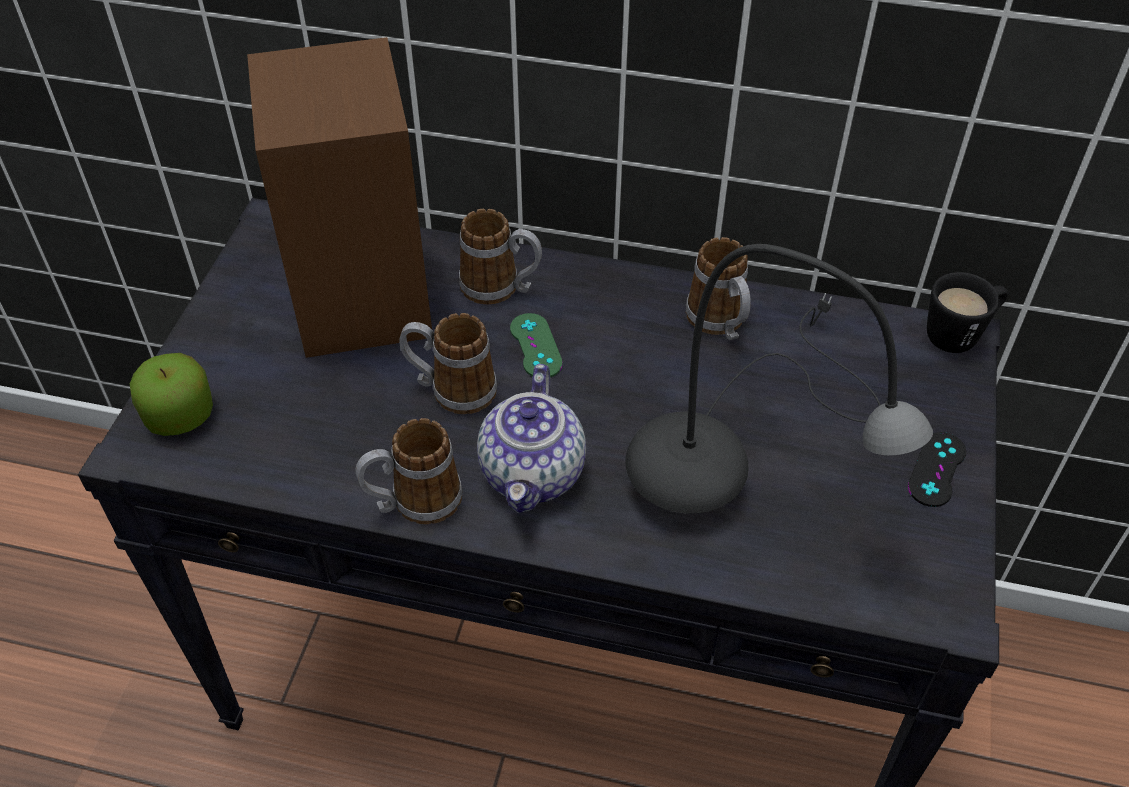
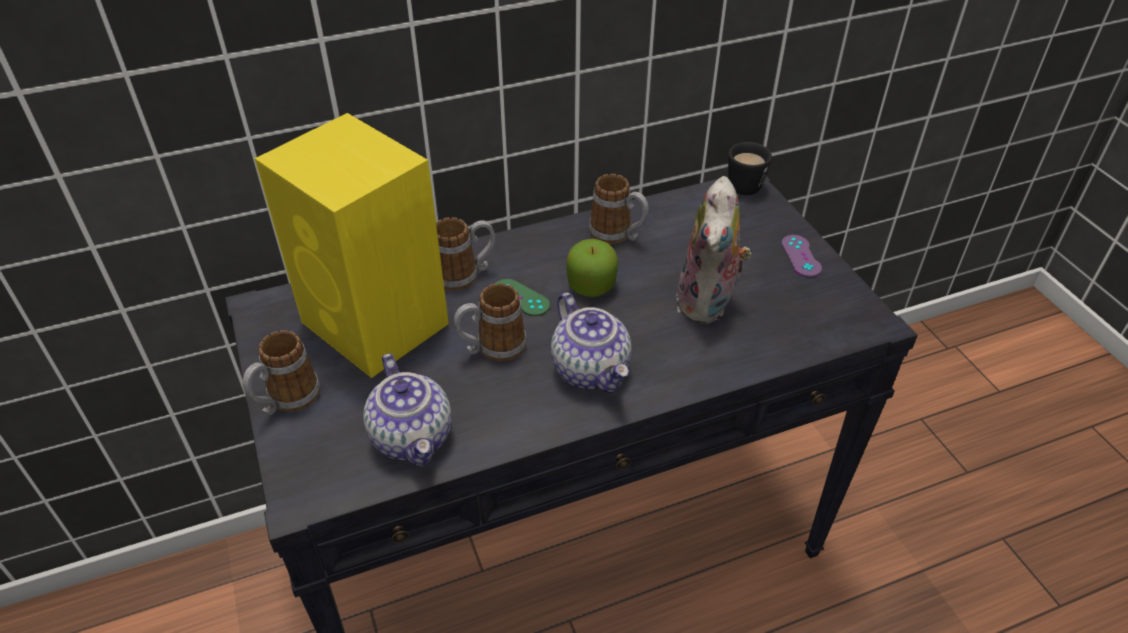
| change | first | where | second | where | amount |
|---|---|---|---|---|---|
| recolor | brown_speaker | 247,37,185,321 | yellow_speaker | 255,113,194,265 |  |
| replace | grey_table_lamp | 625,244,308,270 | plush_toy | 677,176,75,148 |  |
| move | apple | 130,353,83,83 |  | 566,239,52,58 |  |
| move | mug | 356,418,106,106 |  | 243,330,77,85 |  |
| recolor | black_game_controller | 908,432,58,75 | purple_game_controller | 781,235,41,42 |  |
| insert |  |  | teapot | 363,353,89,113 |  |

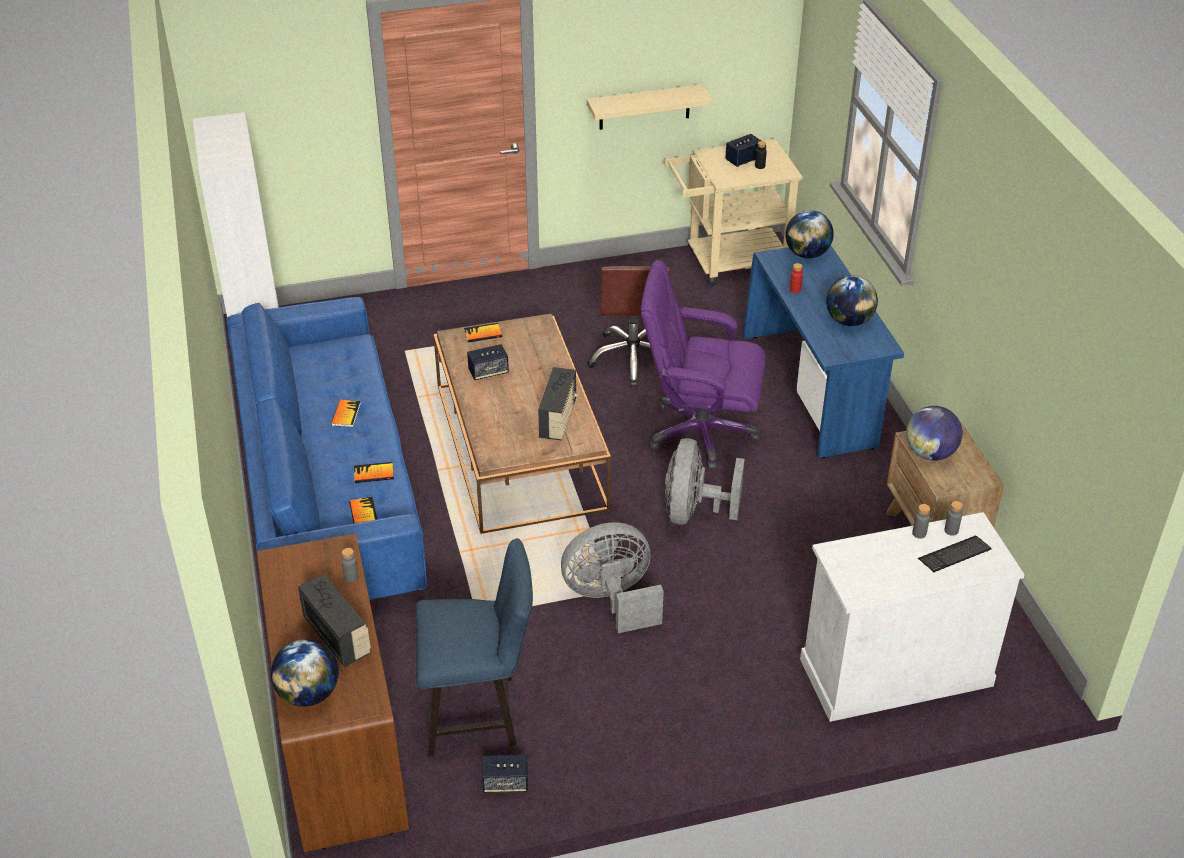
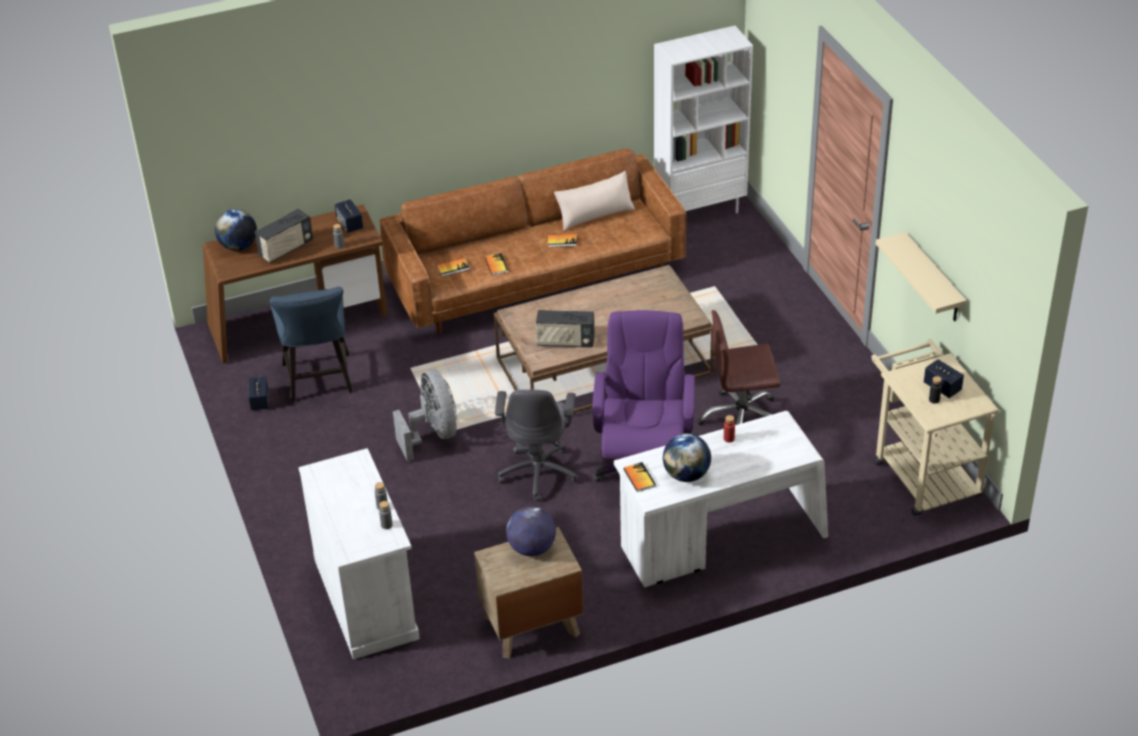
| change | first | where | second | where | amount |
|---|---|---|---|---|---|
| delete | globe | 785,210,49,48 |  |  |  |
| recolor | blue_desk | 742,246,162,212 | white_desk | 614,411,214,176 |  |
| recolor | blue_sofa | 227,297,200,303 | brown_sofa | 379,149,307,185 |  |
| move | book | 464,323,38,19 |  | 623,462,33,30 |  |
| move | speaker | 467,344,42,36 |  | 335,199,28,34 |  |
| replace | grey_fan | 665,438,80,87 | grey_office_chair | 495,389,84,113 |  |
| delete | keyboard | 918,535,74,38 |  |  |  |
| insert |  |  | beige_pillow | 554,171,81,60 |  |

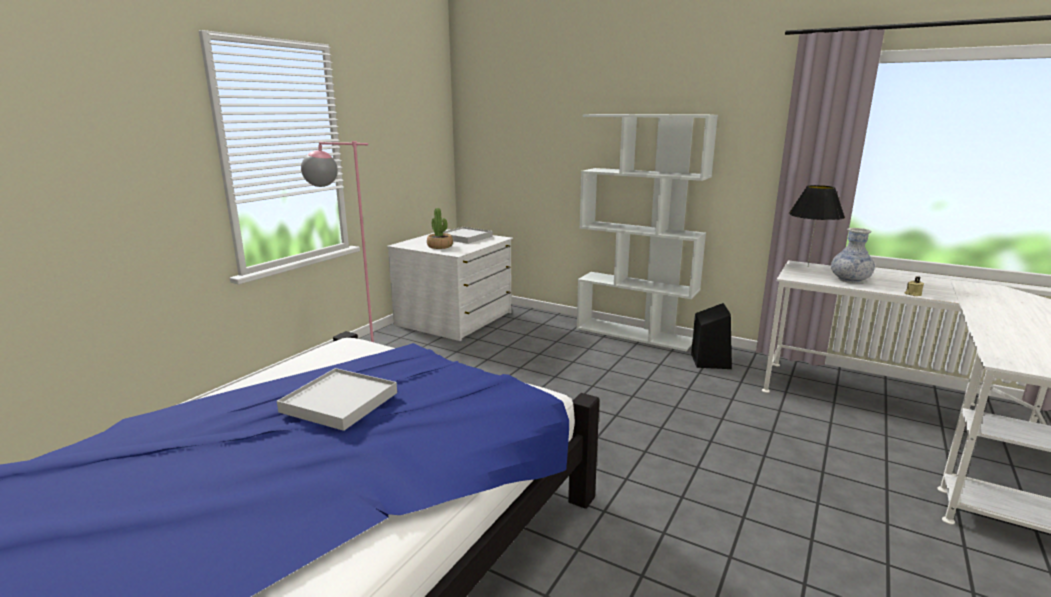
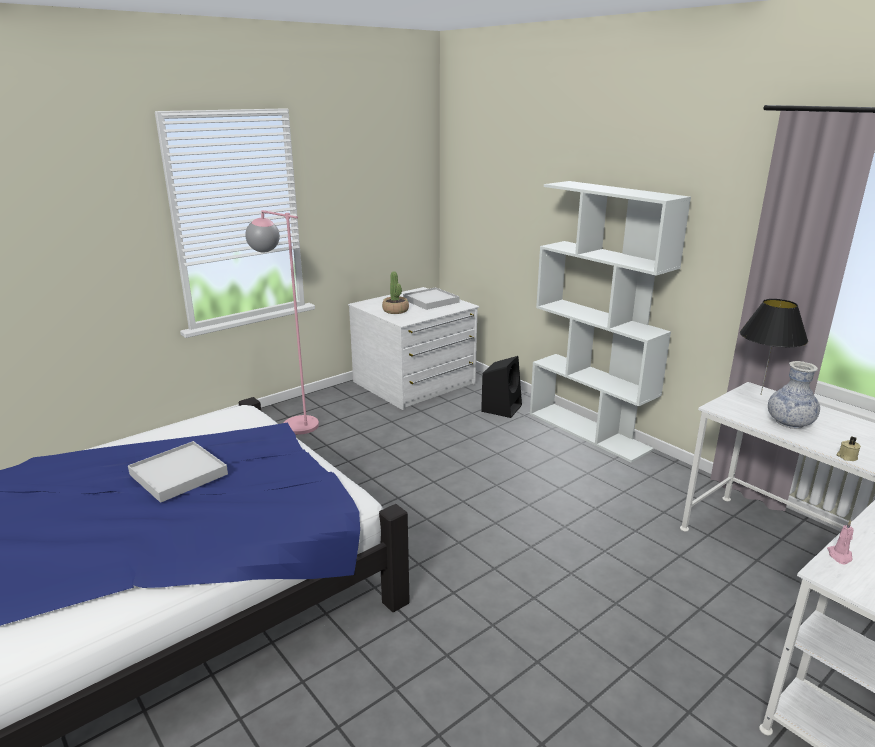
| change | first | where | second | where | amount |
|---|---|---|---|---|---|
| move | black_speaker | 691,303,41,66 |  | 481,356,41,62 |  |
| insert |  |  | pink_candle | 827,519,26,45 |  |

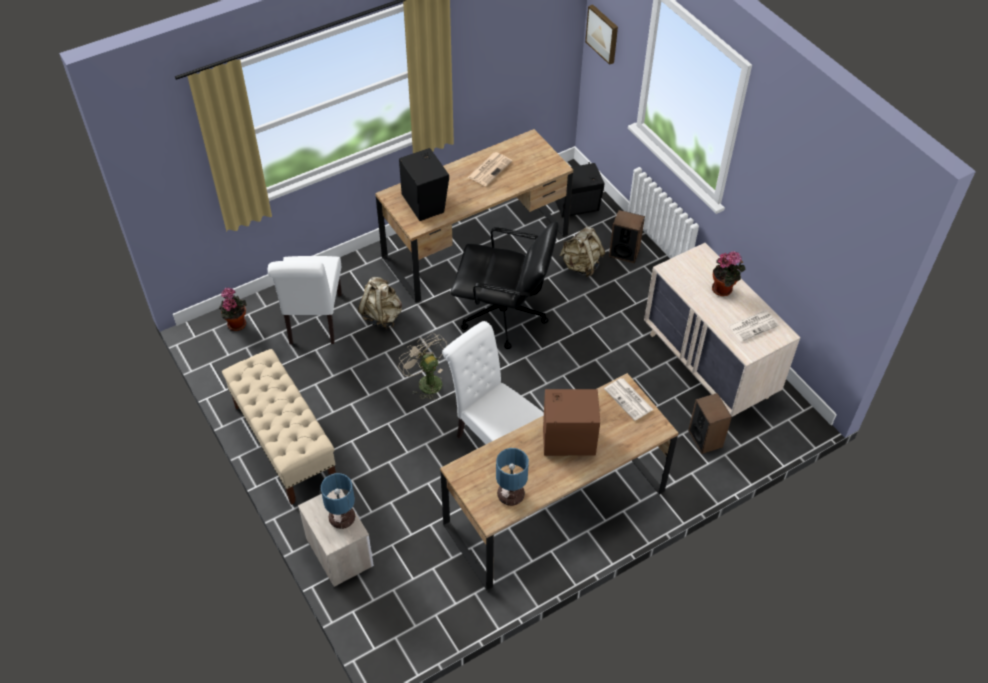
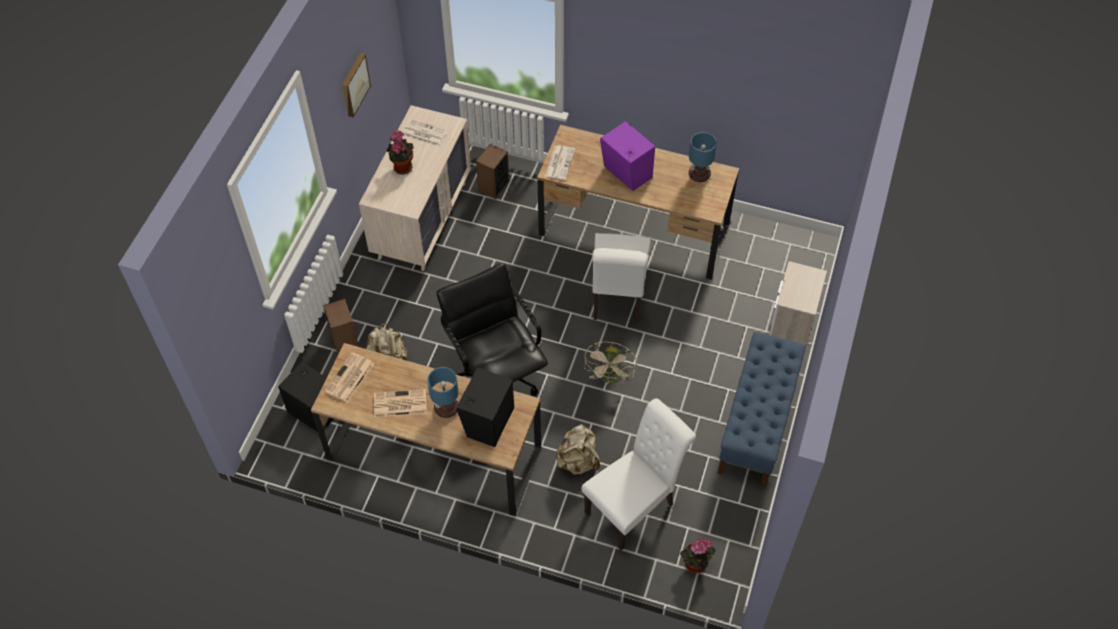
| change | first | where | second | where | amount |
|---|---|---|---|---|---|
| move | picture | 585,4,33,61 |  | 342,53,29,65 |  |
| recolor | beige_bench | 222,349,114,156 | blue_bench | 717,332,89,155 |  |
| recolor | brown_speaker | 543,389,57,67 | purple_speaker | 600,121,55,70 |  |
| move | table_lamp | 321,473,34,56 |  | 427,367,32,51 |  |
| insert |  |  | newspaper | 324,352,50,51 |  |

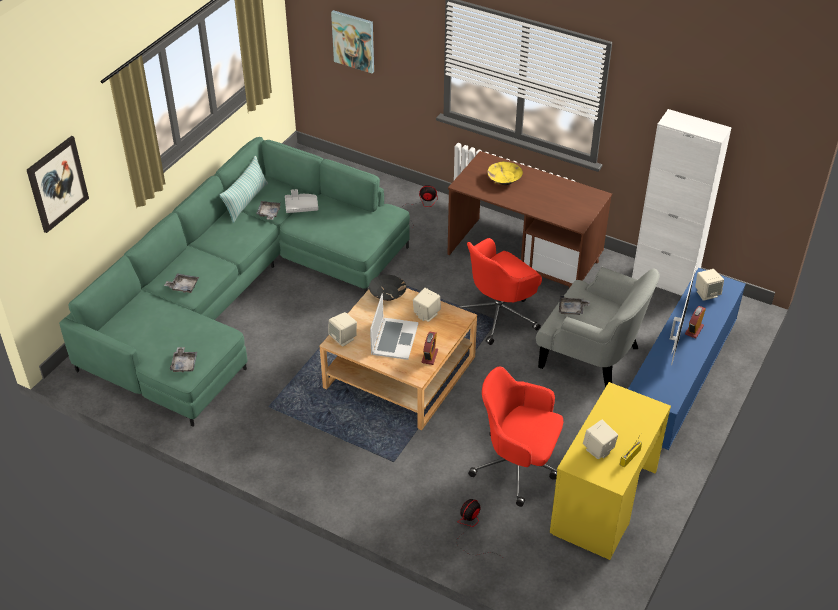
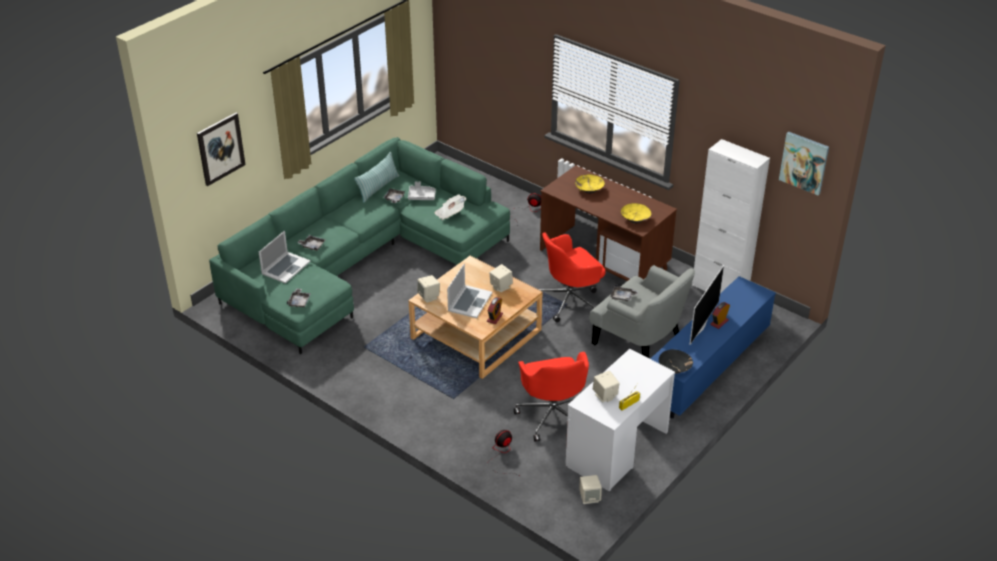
| change | first | where | second | where | amount |
|---|---|---|---|---|---|
| move | picture | 331,10,43,63 |  | 779,131,50,65 |  |
| move | beige_speaker | 695,269,29,32 |  | 579,475,23,29 |  |
| move | black_bowl | 369,275,38,26 |  | 659,349,34,25 |  |
| rotate | red_office_chair | 468,367,95,140 |  | 514,352,75,89 | 135 degrees counterclockwise |
| recolor | yellow_desk | 550,382,121,178 | white_desk | 565,349,110,143 |  |
| insert |  |  | newspaper | 435,194,31,26 |  |
| insert |  |  | yellow_bowl | 621,203,30,20 |  |
| insert |  |  | laptop | 259,231,52,53 |  |

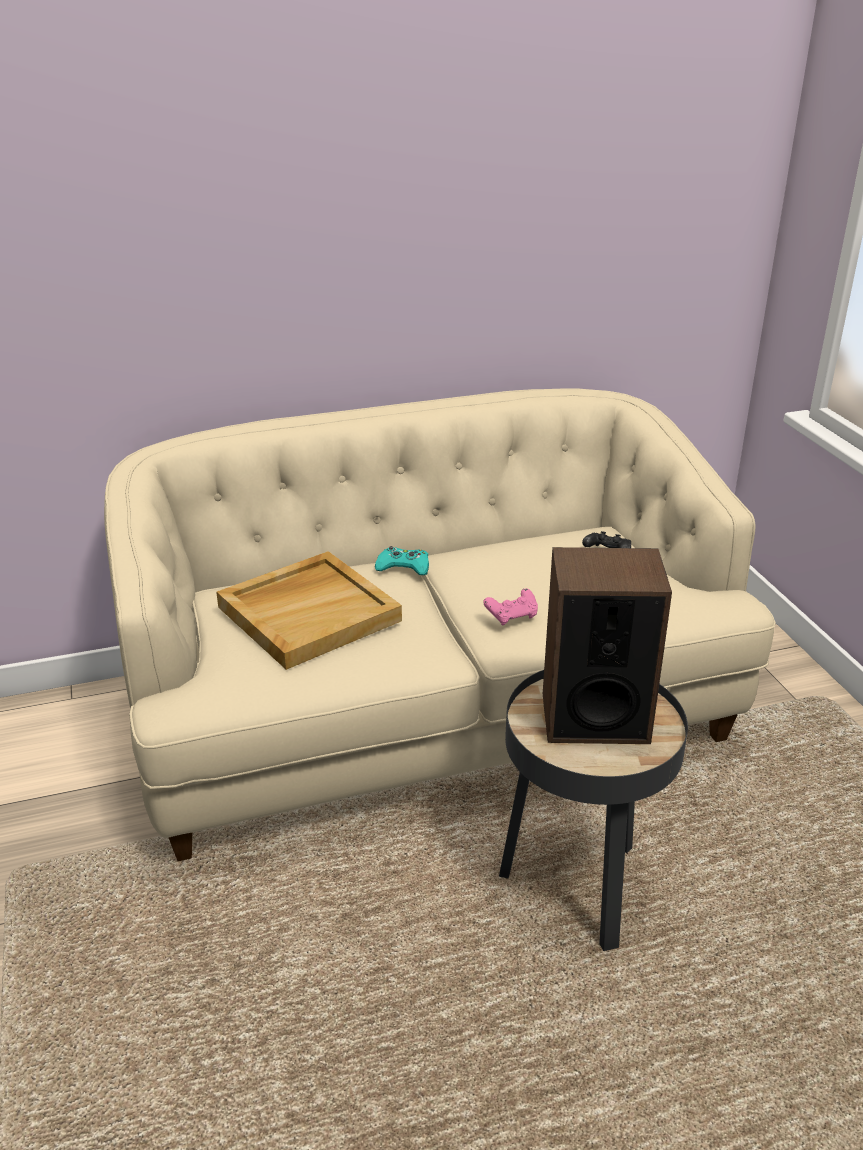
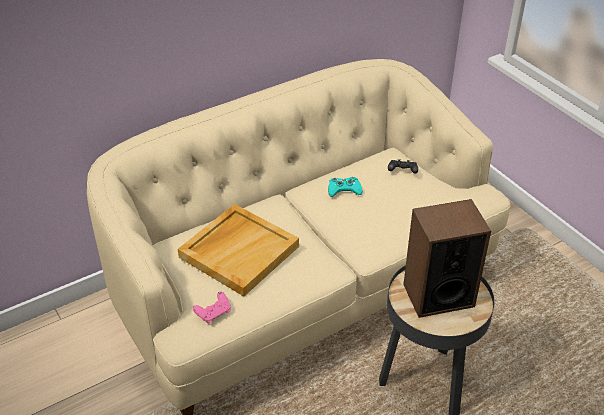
| change | first | where | second | where | amount |
|---|---|---|---|---|---|
| move | turquoise_game_controller | 375,546,54,29 |  | 328,177,35,19 |  |
| move | pink_game_controller | 483,588,55,38 |  | 193,292,38,31 |  |

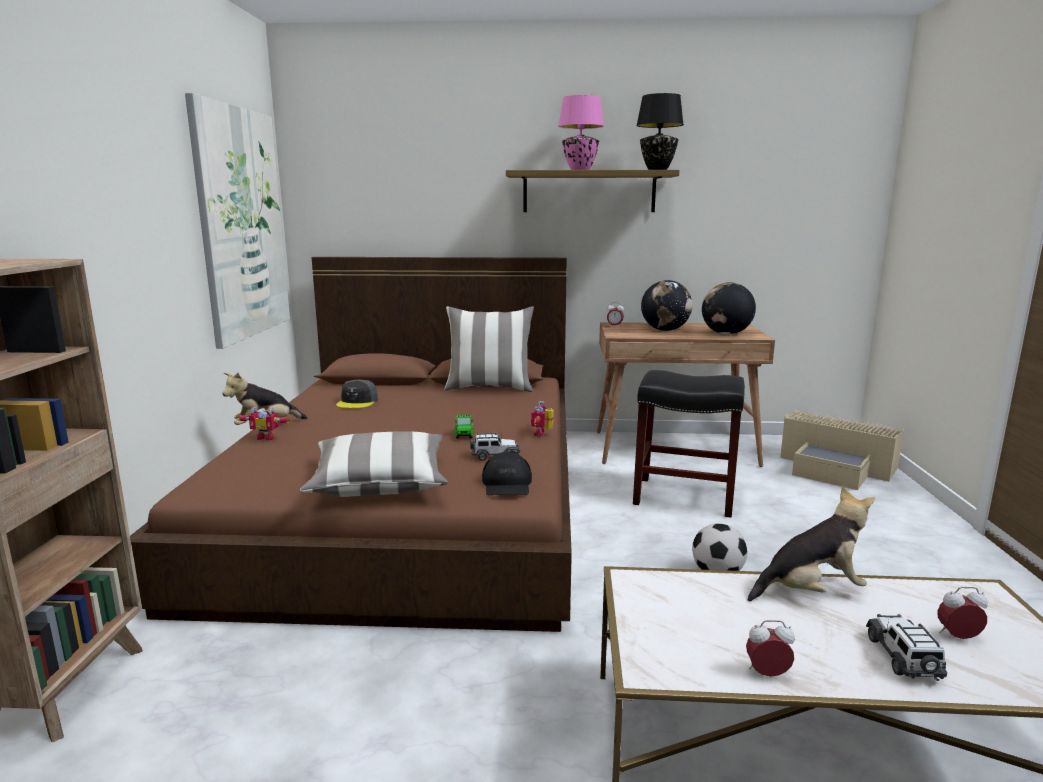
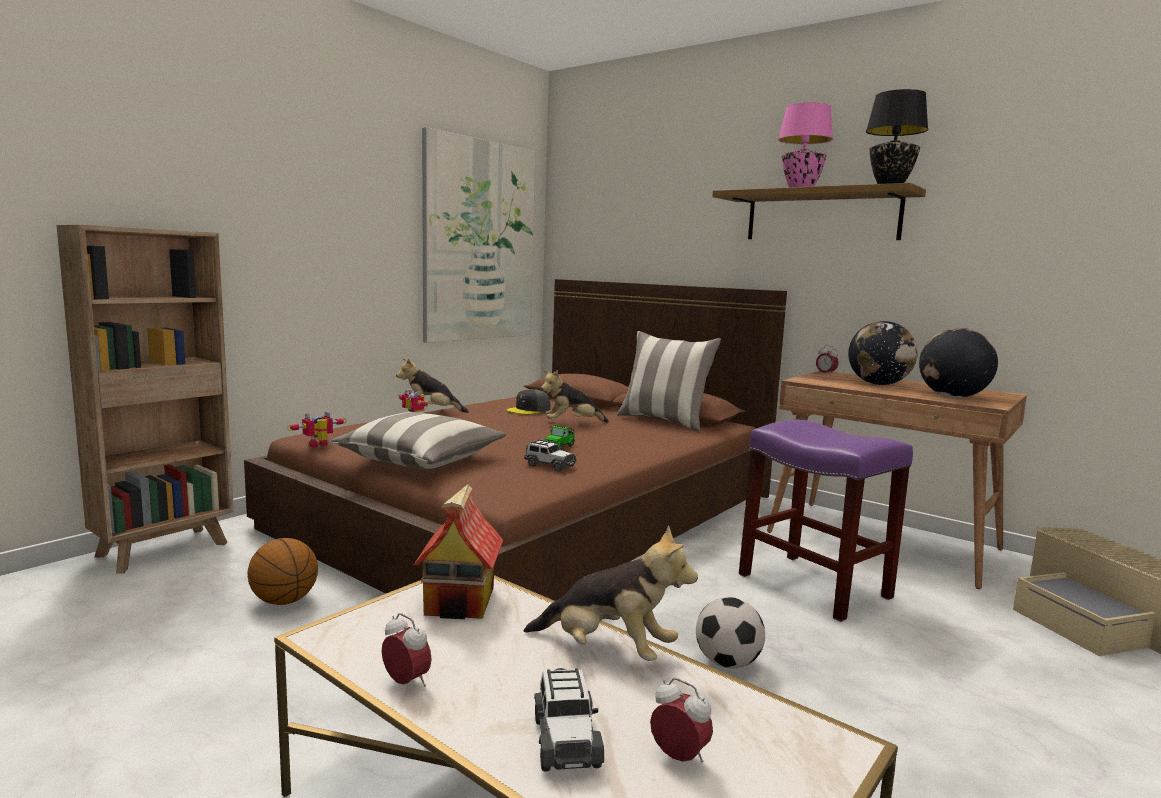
| change | first | where | second | where | amount |
|---|---|---|---|---|---|
| recolor | black_stool | 633,370,112,148 | purple_stool | 739,420,174,202 |  |
| move | toy_robot | 531,401,23,36 |  | 286,411,61,36 |  |
| delete | black_cap | 482,452,50,43 |  |  |  |
| rotate | toy_car | 866,614,81,67 |  | 534,668,70,104 | 135 degrees clockwise |
| insert |  |  | plush_toy | 541,370,68,53 |  |
| insert |  |  | toy_house | 414,484,90,135 |  |
| insert |  |  | basketball | 247,538,71,67 |  |

